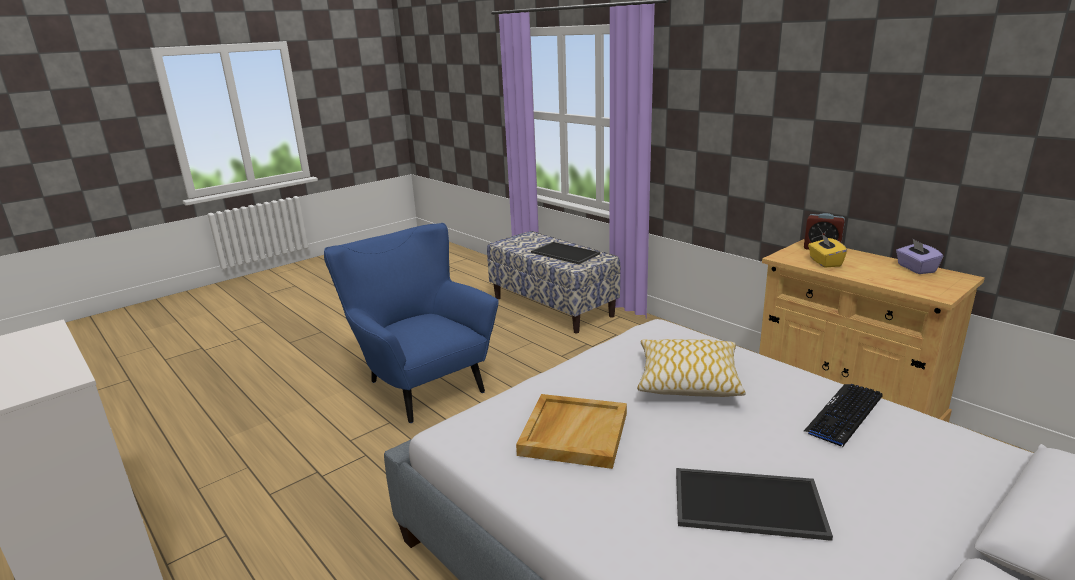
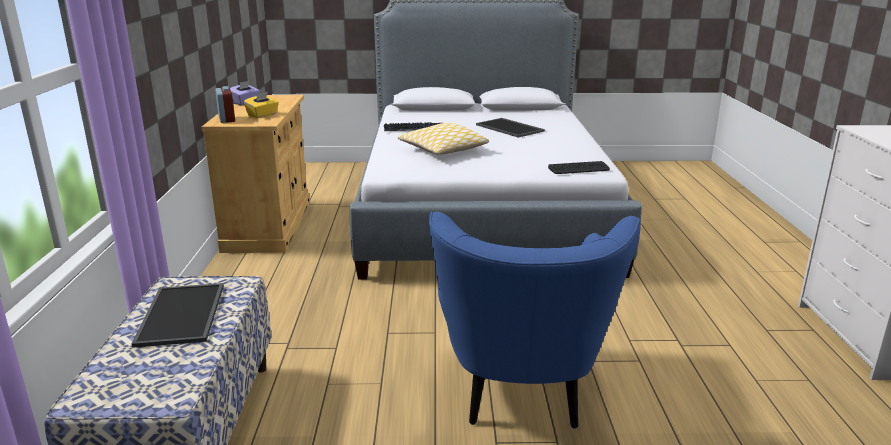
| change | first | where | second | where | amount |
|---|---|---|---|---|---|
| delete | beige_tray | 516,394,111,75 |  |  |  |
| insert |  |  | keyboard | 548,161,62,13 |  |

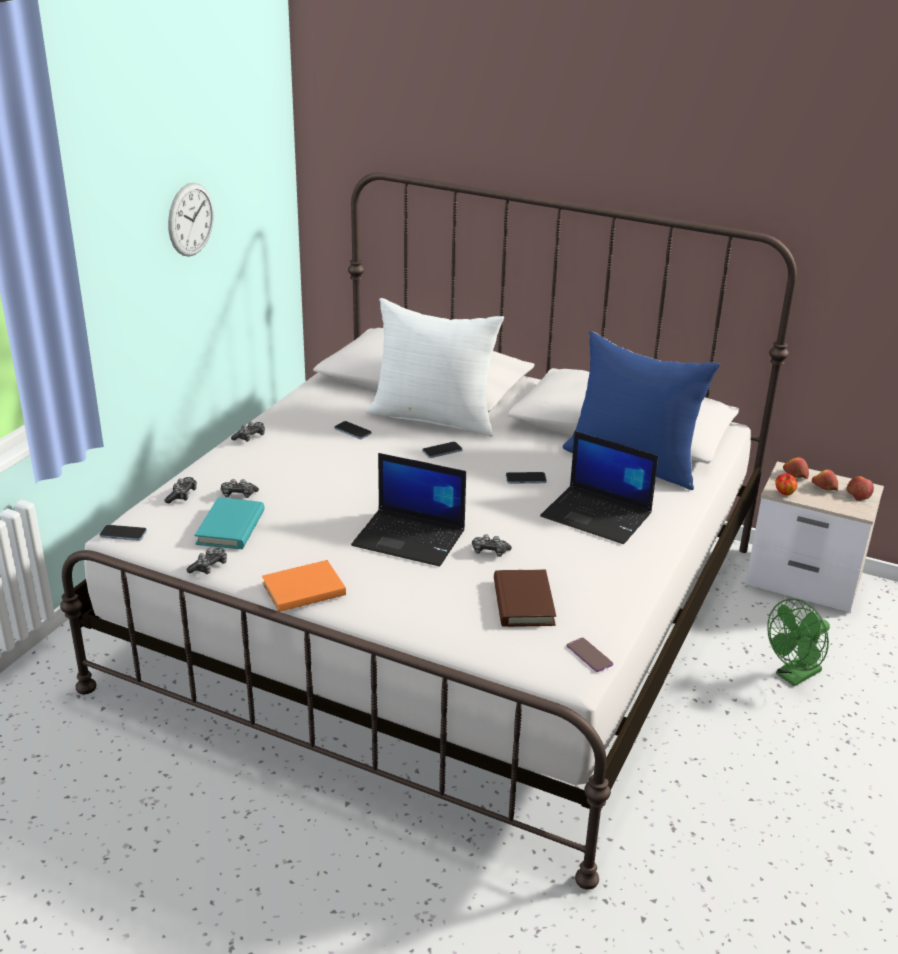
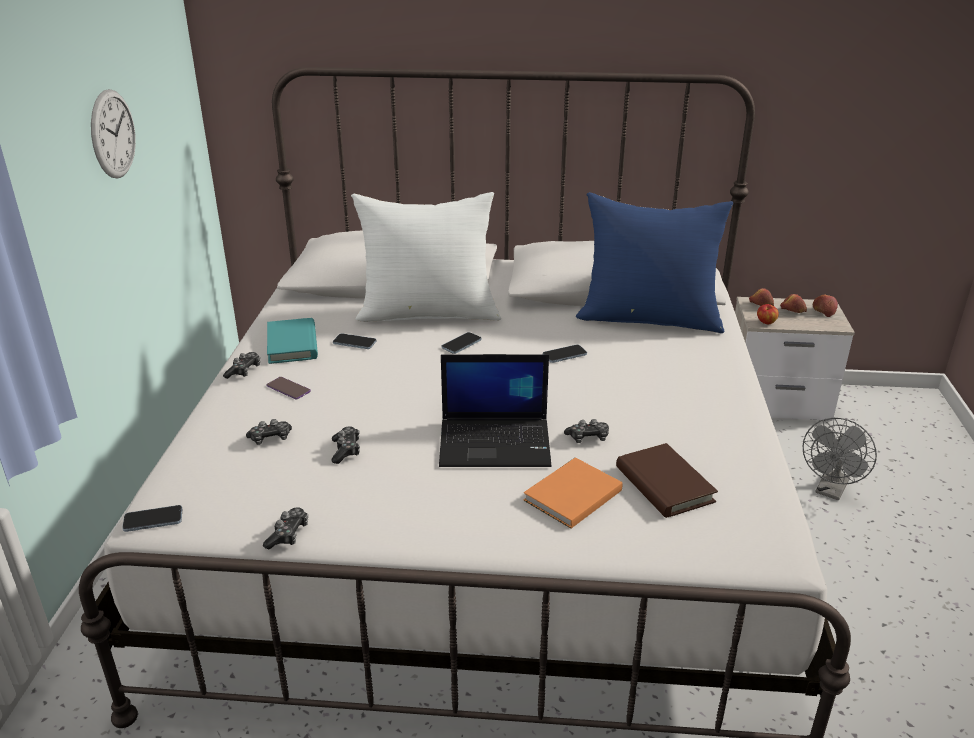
| change | first | where | second | where | amount |
|---|---|---|---|---|---|
| delete | laptop | 540,431,118,113 |  |  |  |
| move | game_controller | 164,477,33,26 |  | 331,426,29,38 |  |
| move | turquoise_book | 195,497,70,52 |  | 267,318,51,46 |  |
| move | orange_book | 262,560,84,52 |  | 524,457,99,71 |  |
| recolor | green_fan | 767,599,63,87 | grey_fan | 803,418,74,82 |  |
| move | phone | 566,638,47,34 |  | 267,377,44,23 |  |

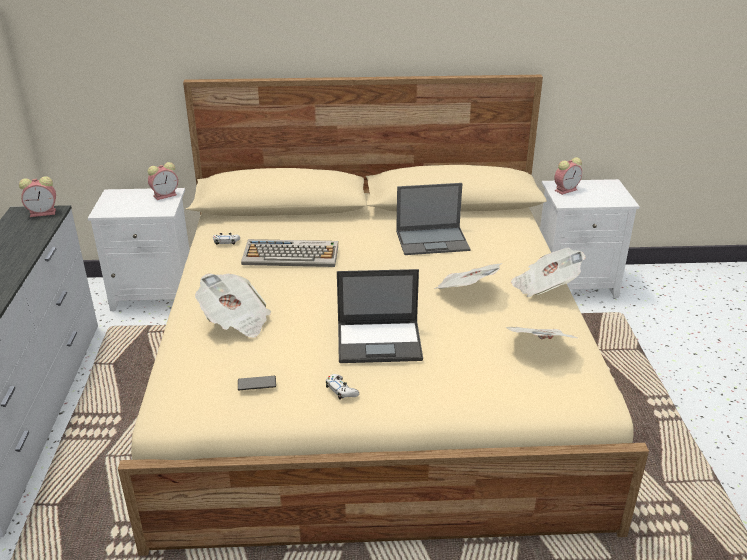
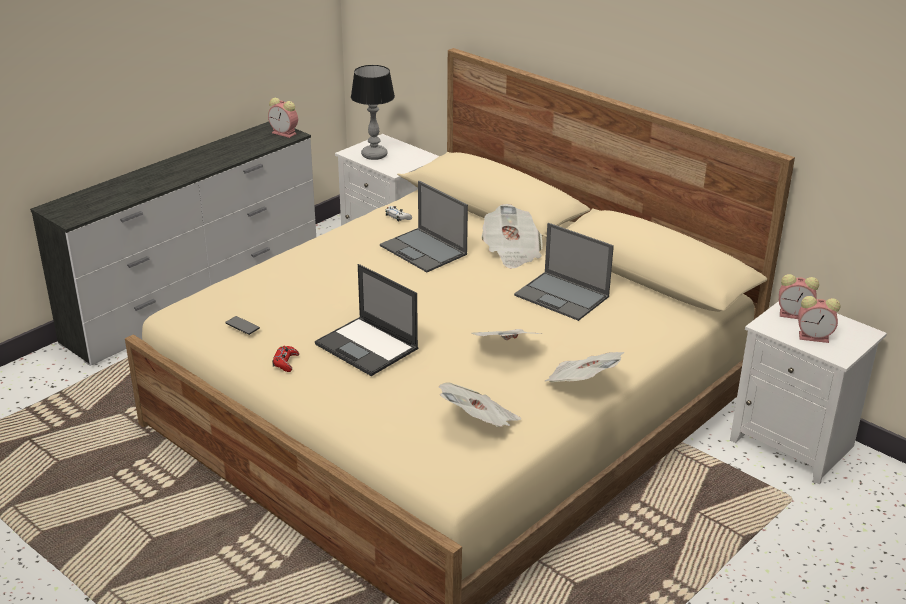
| change | first | where | second | where | amount |
|---|---|---|---|---|---|
| move | alarm_clock | 148,162,30,38 |  | 798,296,42,47 |  |
| replace | keyboard | 241,239,97,28 | laptop | 380,181,88,91 |  |
| move | newspaper | 195,273,76,65 |  | 481,204,62,65 |  |
| recolor | white_game_controller | 326,374,33,26 | red_game_controller | 272,346,27,26 |  |
| insert |  |  | table_lamp | 351,65,44,95 |  |

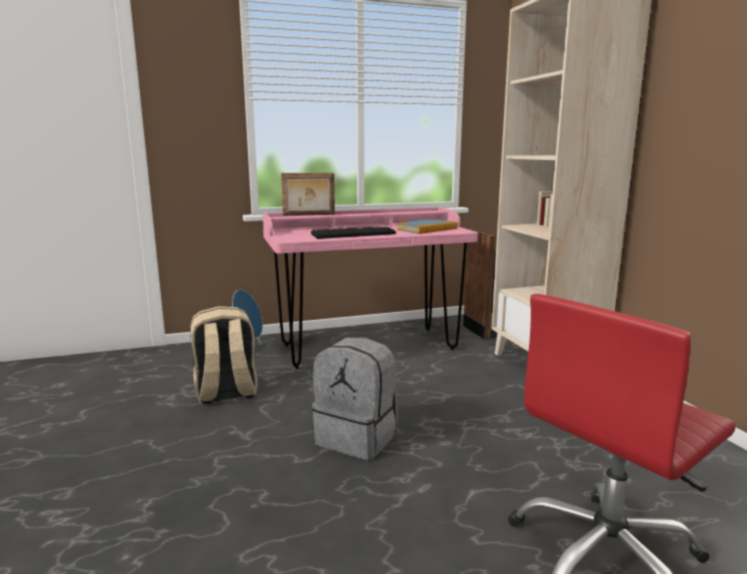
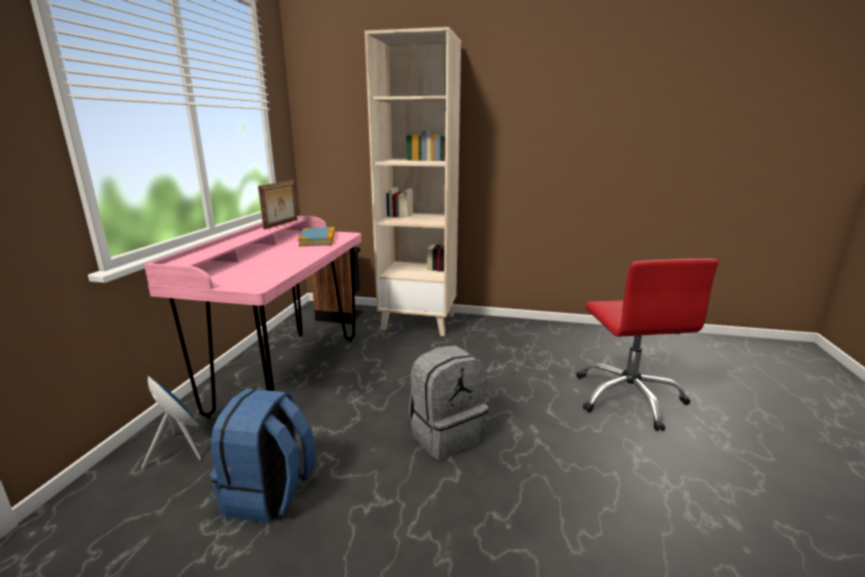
| change | first | where | second | where | amount |
|---|---|---|---|---|---|
| move | picture_frame | 281,173,54,43 |  | 258,180,39,49 |  |
| delete | keyboard | 311,227,85,12 |  |  |  |
| recolor | beige_backpack | 190,306,68,98 | blue_backpack | 210,388,106,136 |  |

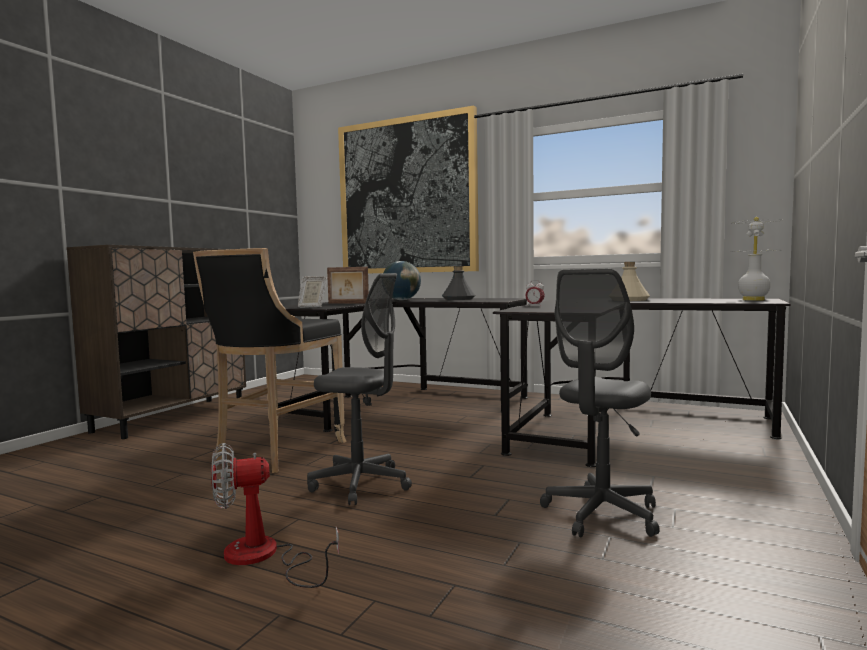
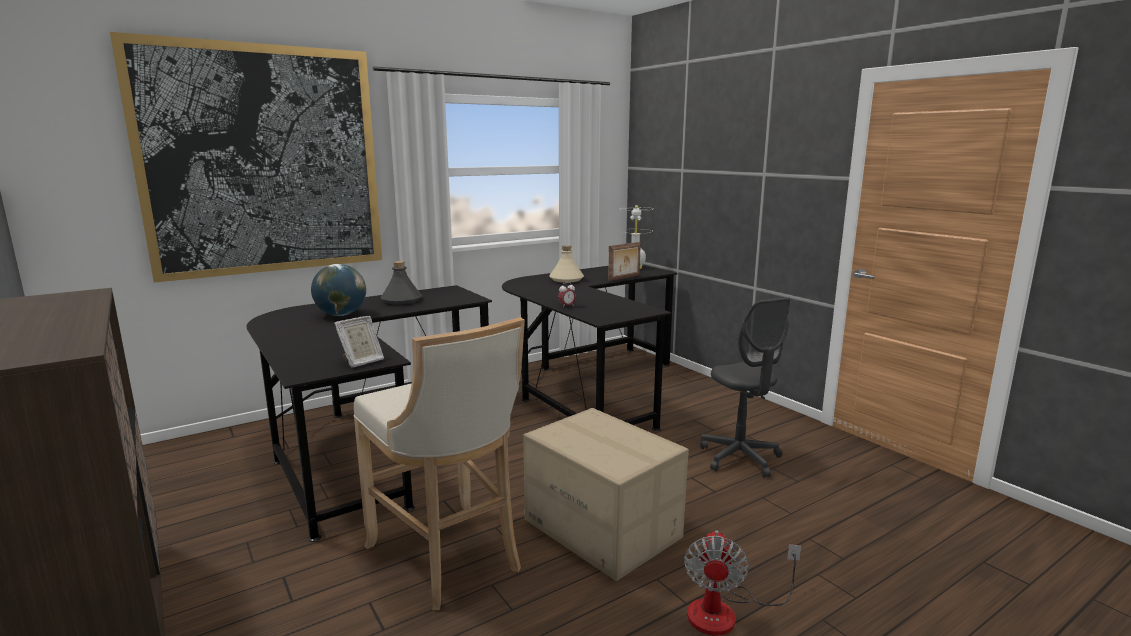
| change | first | where | second | where | amount |
|---|---|---|---|---|---|
| recolor | black_stool | 193,248,154,225 | beige_stool | 353,317,172,293 |  |
| move | picture_frame | 327,267,42,37 |  | 608,242,33,39 |  |
| replace | grey_office_chair | 307,273,105,232 | cardboard_box | 523,408,166,173 |  |

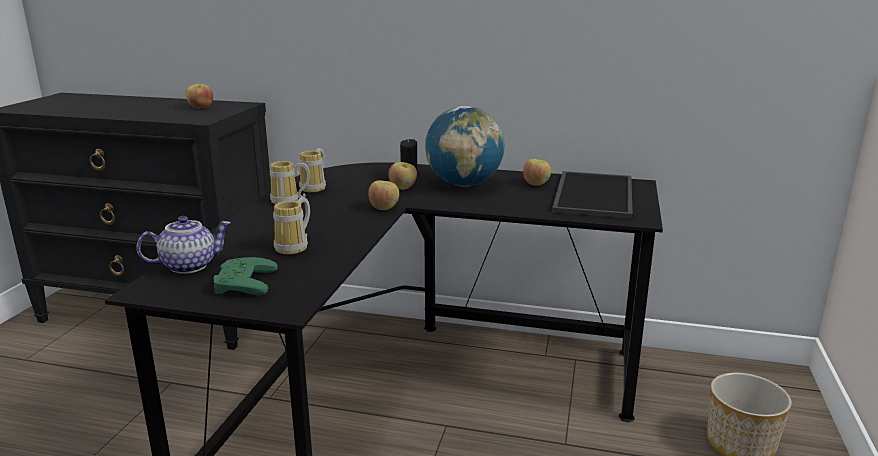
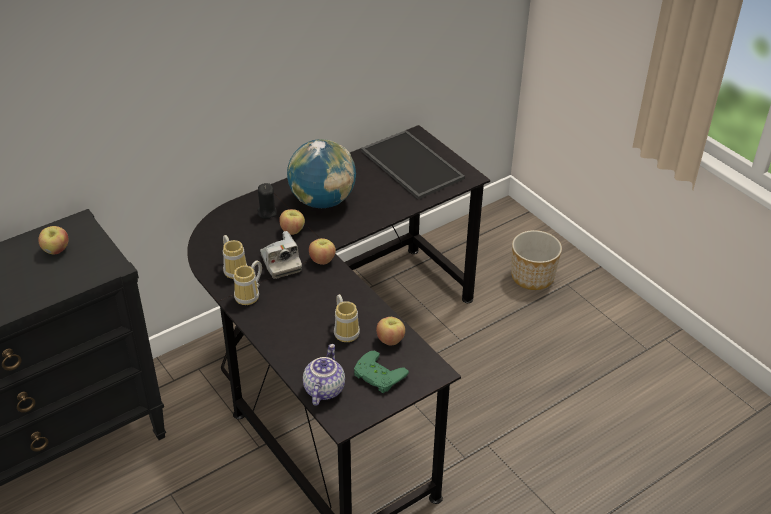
| change | first | where | second | where | amount |
|---|---|---|---|---|---|
| move | apple | 523,159,28,27 |  | 376,317,29,29 |  |
| insert |  |  | photo_camera | 260,231,42,48 |  |

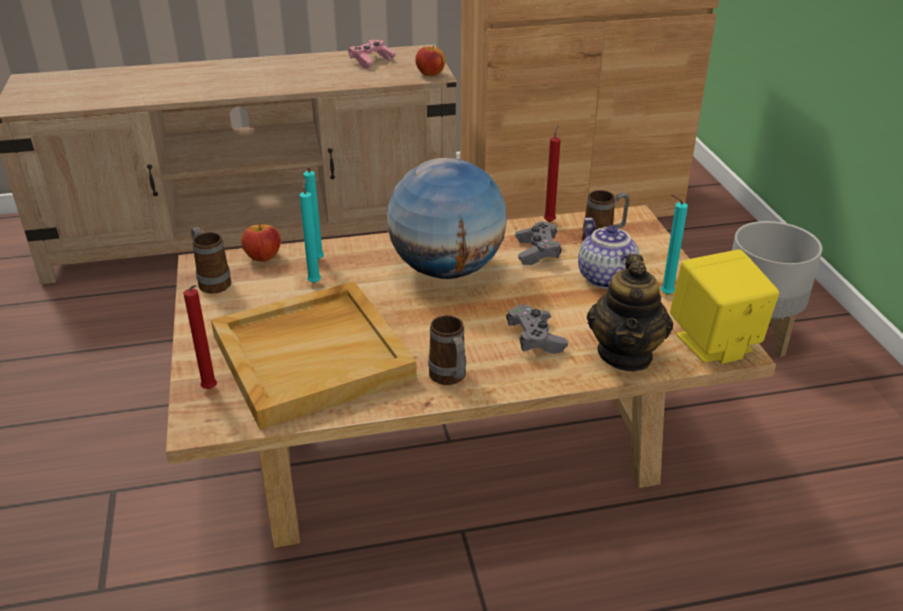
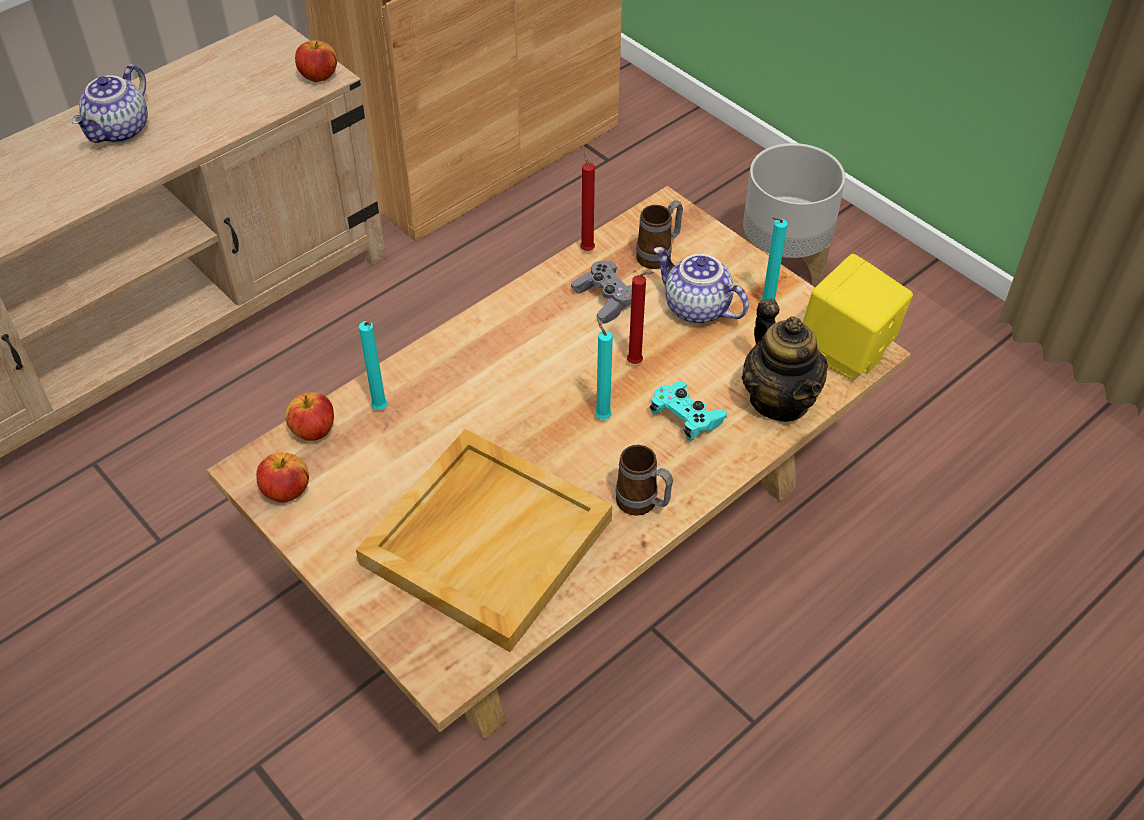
| change | first | where | second | where | amount |
|---|---|---|---|---|---|
| delete | pink_game_controller | 348,40,47,29 |  |  |  |
| delete | globe | 387,158,120,121 |  |  |  |
| move | turquoise_candle | 299,178,22,105 |  | 595,317,18,103 |  |
| replace | mug | 191,227,40,67 | apple | 256,452,53,51 |  |
| move | red_candle | 183,285,34,104 |  | 627,272,27,92 |  |
| recolor | grey_game_controller | 506,304,62,50 | turquoise_game_controller | 650,381,77,60 |  |
| insert |  |  | teapot | 72,64,76,79 |  |

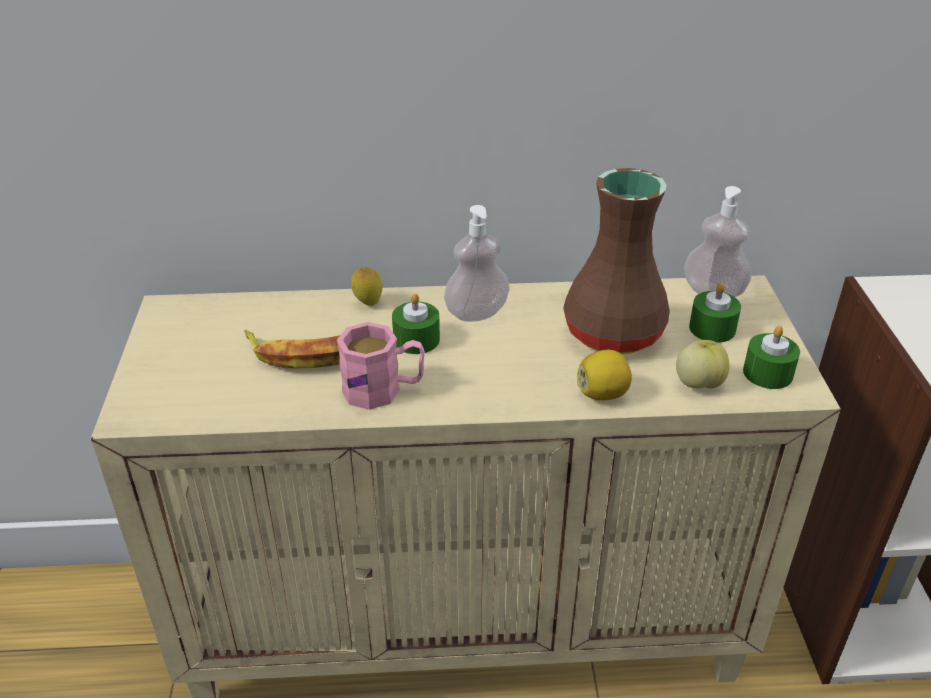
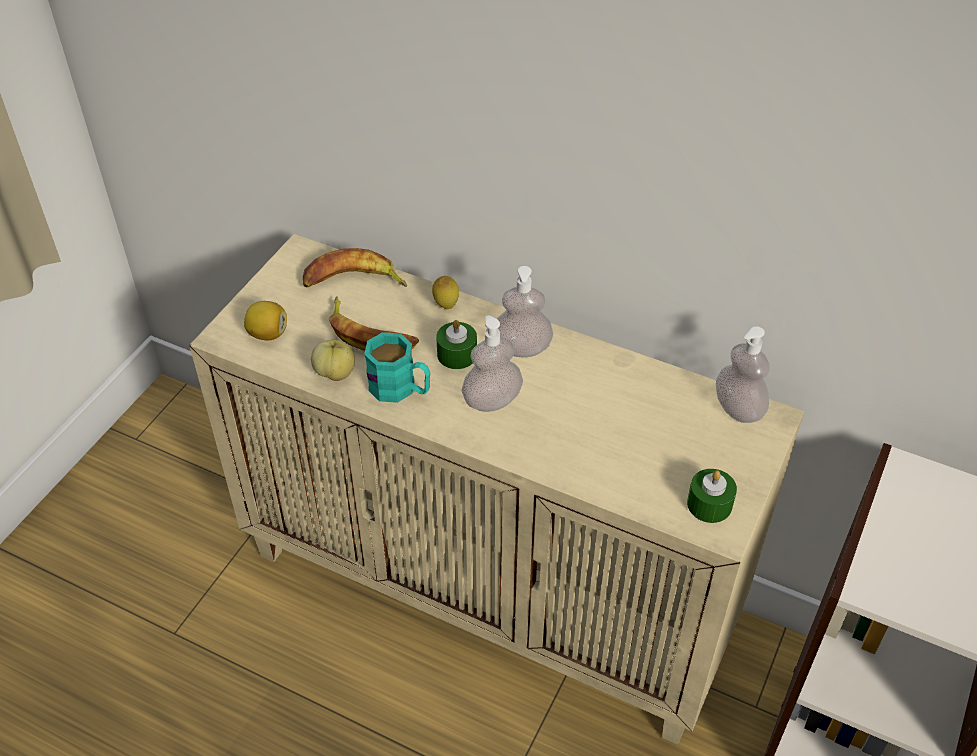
| change | first | where | second | where | amount |
|---|---|---|---|---|---|
| delete | brown_vase | 563,168,107,186 |  |  |  |
| delete | green_candle | 689,282,52,61 |  |  |  |
| recolor | pink_mug | 337,322,88,88 | turquoise_mug | 364,332,66,71 |  |
| move | apple | 676,340,54,48 |  | 311,340,44,41 |  |
| move | lemon | 577,350,55,50 |  | 244,301,43,39 |  |
| insert |  |  | banana | 303,248,104,39 |  |
| insert |  |  | soap_dispenser | 461,315,62,97 |  |

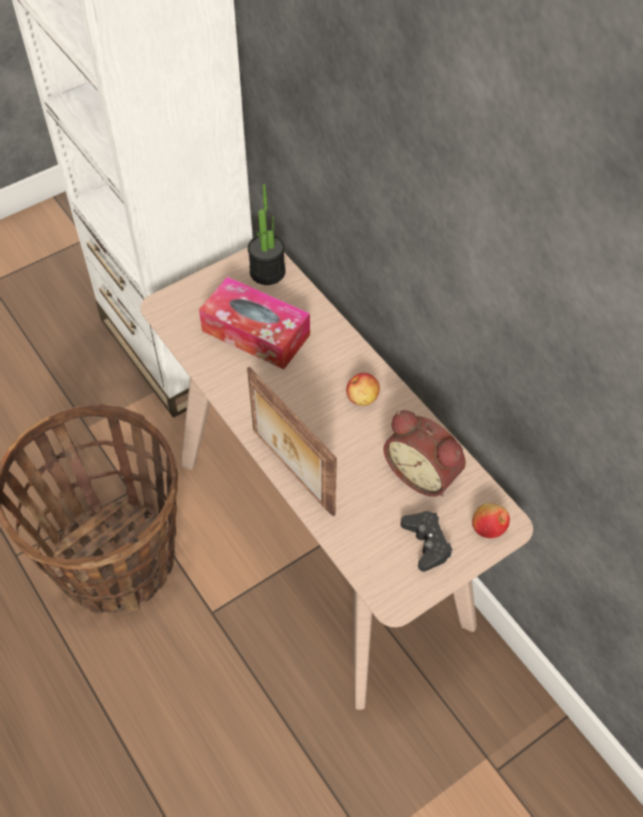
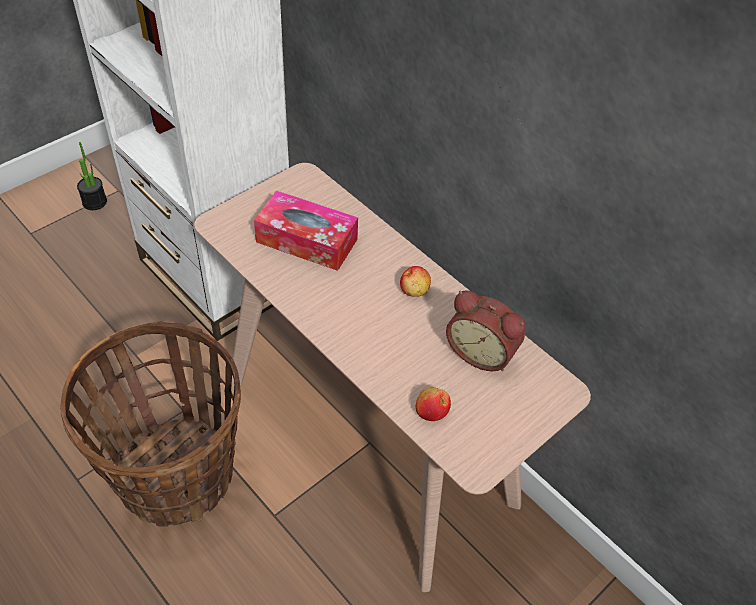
| change | first | where | second | where | amount |
|---|---|---|---|---|---|
| move | potted_plant | 248,184,38,101 |  | 77,142,30,68 |  |
| delete | picture_frame | 247,366,90,150 |  |  |  |
| move | apple | 472,503,38,35 |  | 416,388,35,33 |  |
| delete | black_game_controller | 401,511,52,61 |  |  |  |

